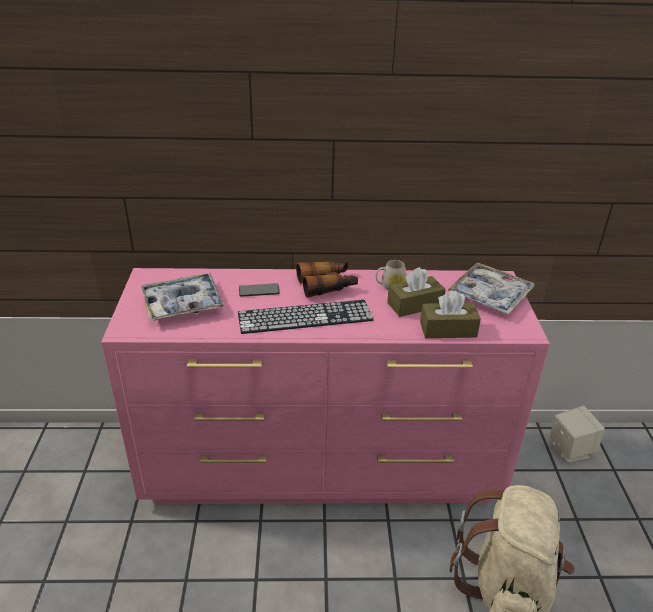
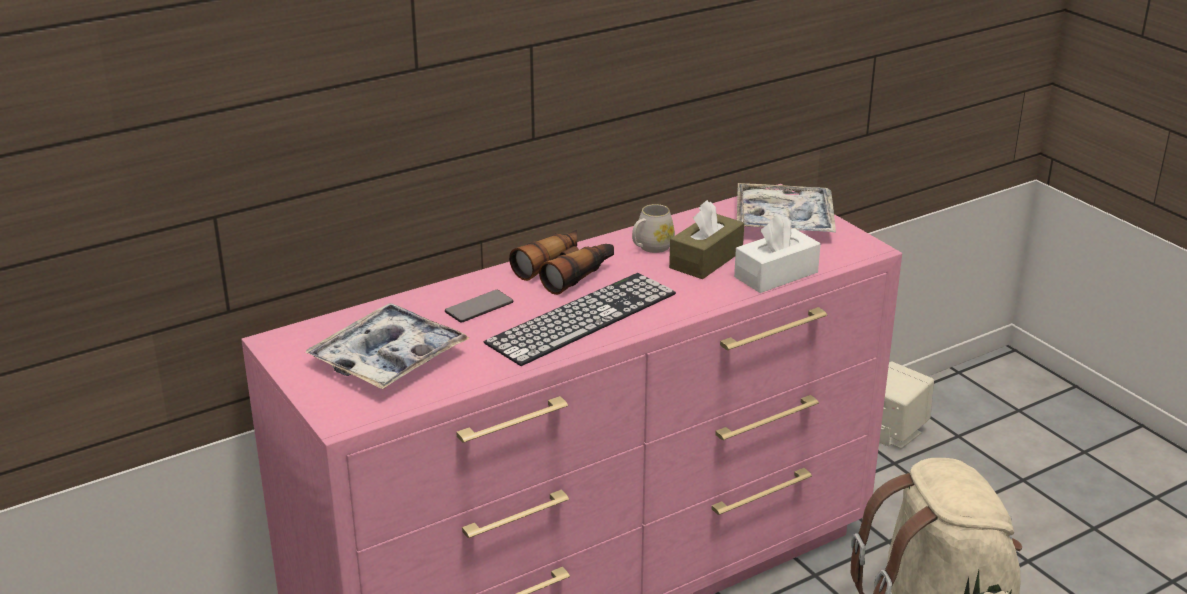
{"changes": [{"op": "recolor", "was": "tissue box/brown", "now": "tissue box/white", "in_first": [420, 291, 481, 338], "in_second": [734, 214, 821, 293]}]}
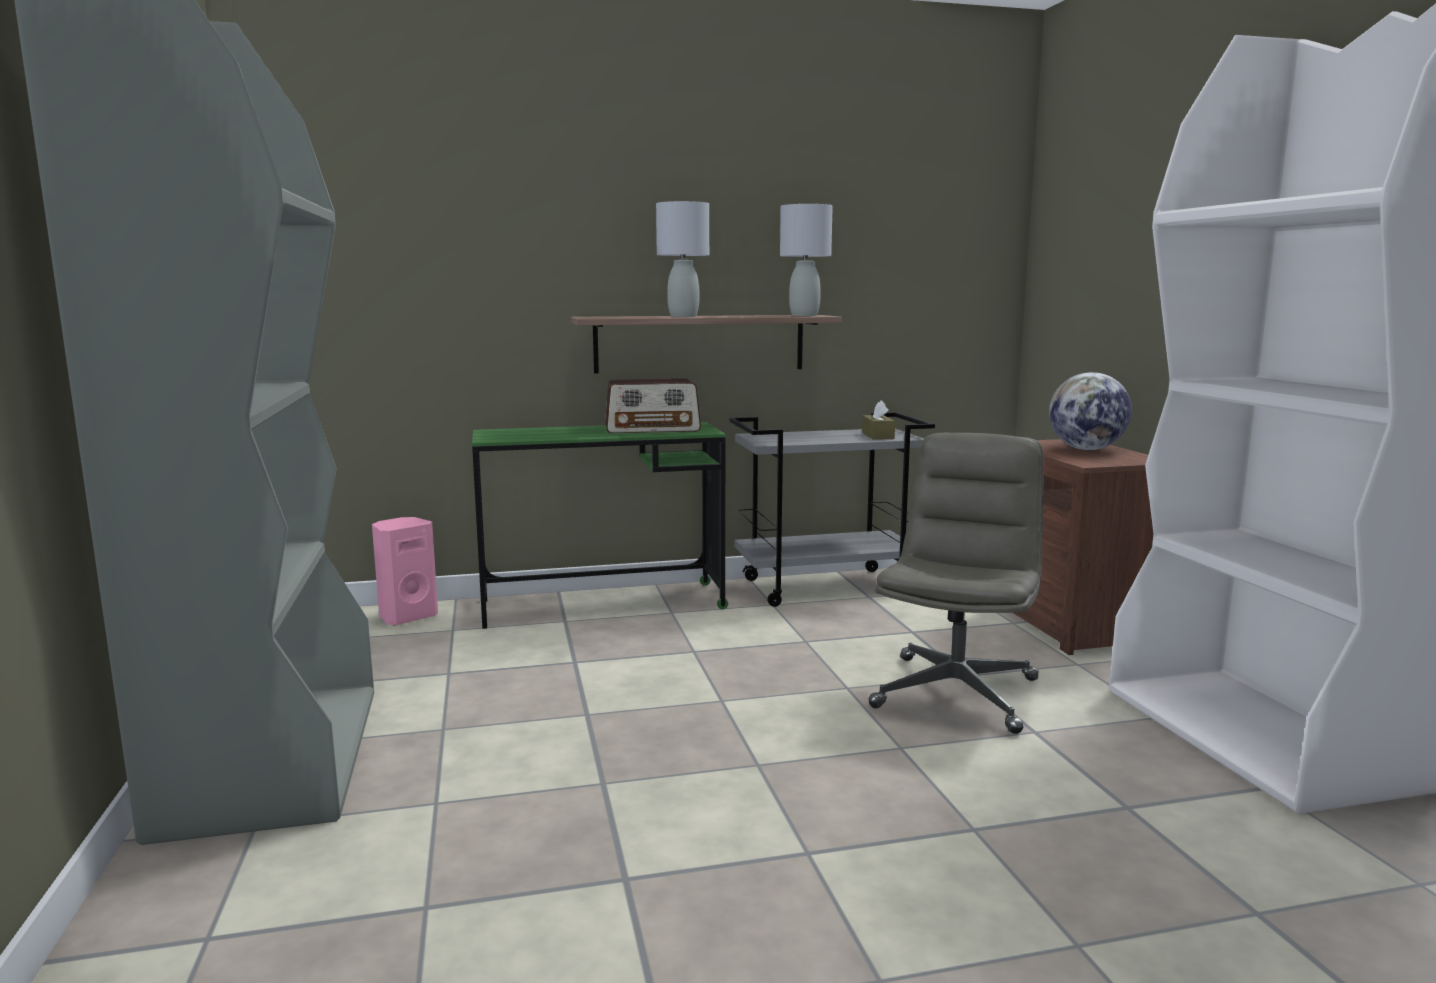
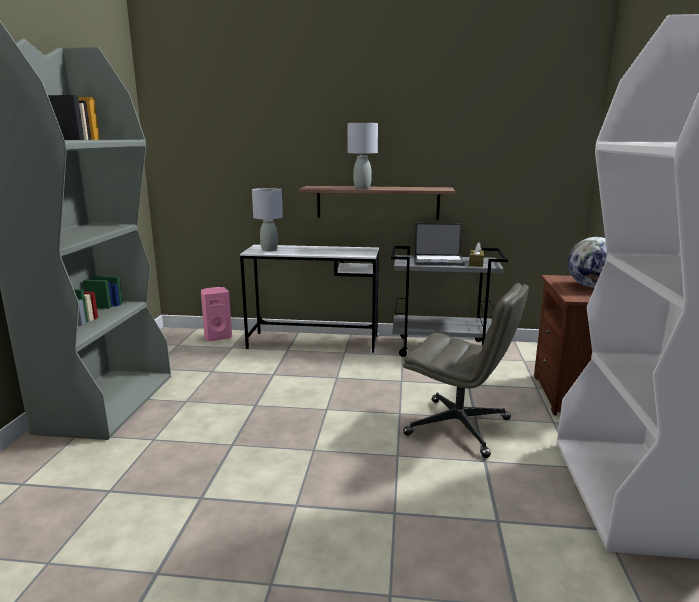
{"changes": [{"op": "recolor", "was": "desk/green", "now": "desk/white", "in_first": [472, 422, 728, 629], "in_second": [240, 245, 379, 355]}, {"op": "delete", "was": "radio", "in_first": [605, 378, 701, 433]}, {"op": "move", "was": "table lamp/grey", "in_first": [780, 204, 833, 316], "in_second": [252, 188, 283, 251]}, {"op": "rotate", "was": "office chair/grey", "in_first": [868, 433, 1044, 734], "in_second": [403, 283, 529, 458], "clockwise": 75}, {"op": "insert", "now": "laptop", "in_second": [414, 223, 465, 266]}]}
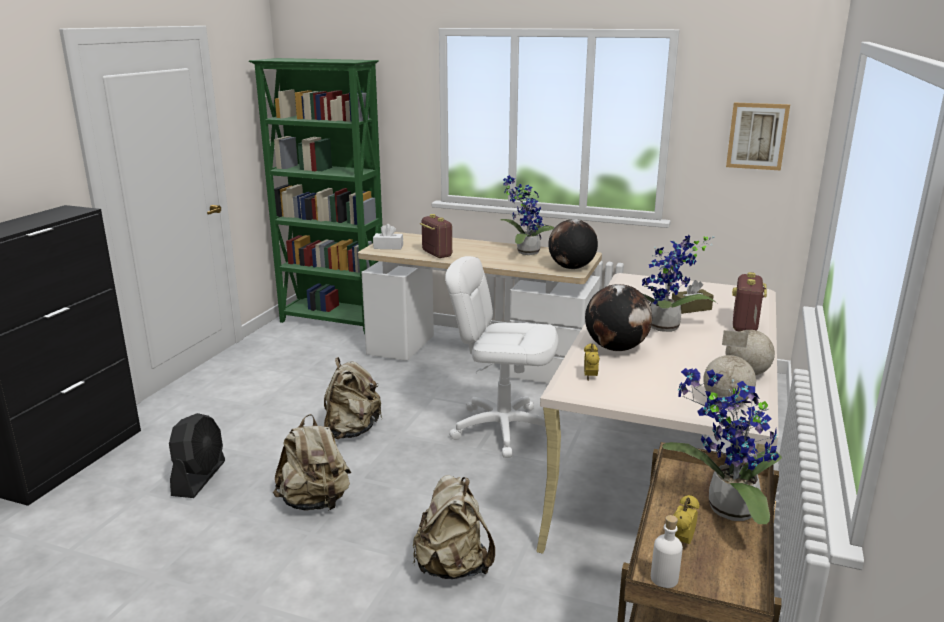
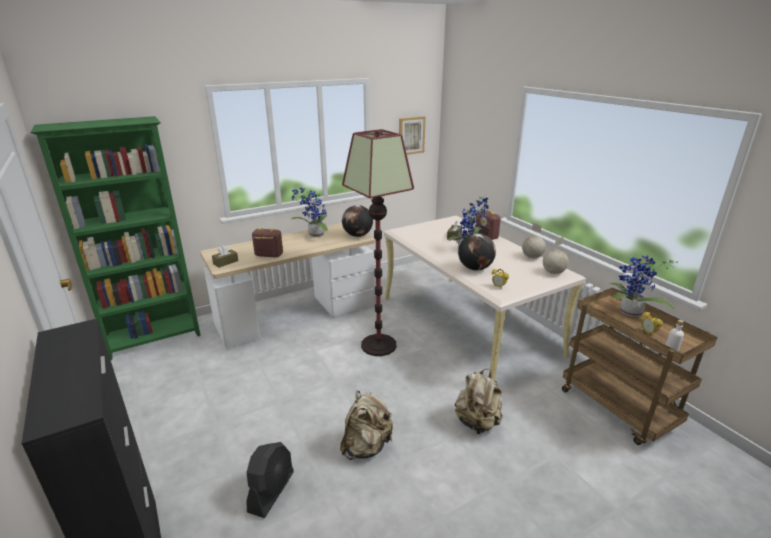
{"changes": [{"op": "rotate", "was": "fan/black", "in_first": [169, 413, 225, 498], "in_second": [246, 442, 294, 518], "clockwise": 60}, {"op": "delete", "was": "backpack/beige", "in_first": [324, 357, 383, 439]}, {"op": "recolor", "was": "tissue box/white", "now": "tissue box/brown", "in_first": [373, 224, 403, 250], "in_second": [212, 245, 238, 268]}, {"op": "replace", "was": "office chair/white", "now": "floor lamp", "in_first": [445, 256, 559, 458], "in_second": [342, 129, 414, 356]}]}
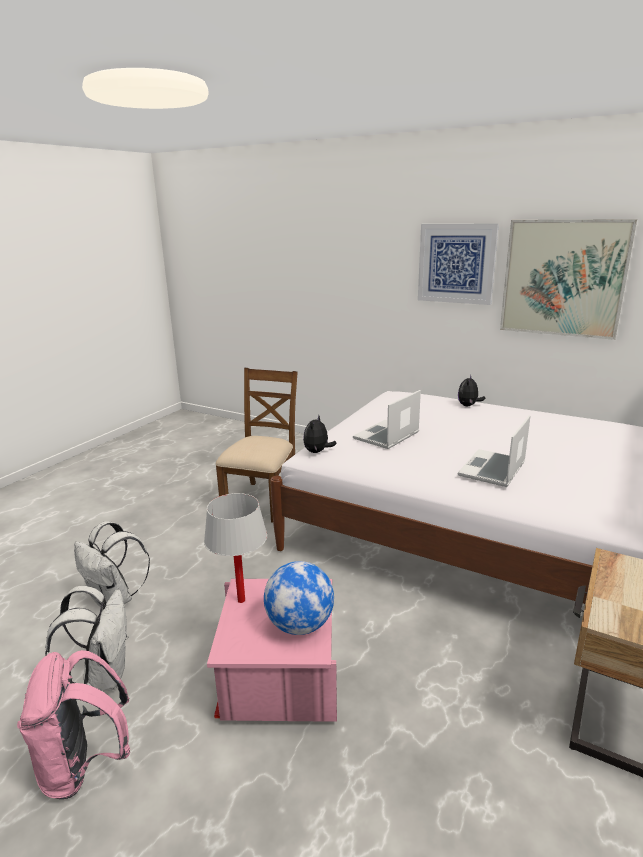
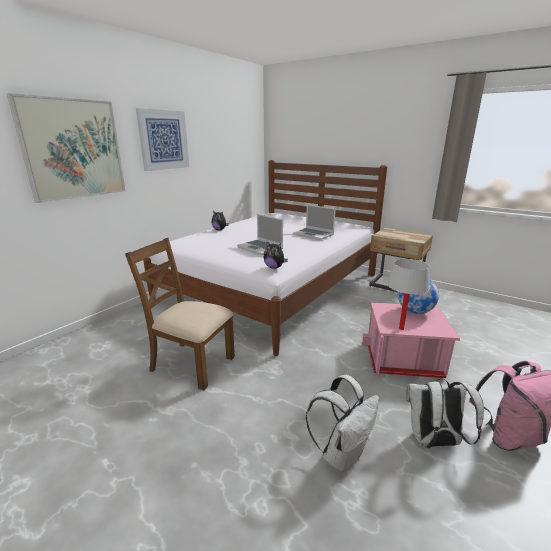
{"changes": [{"op": "move", "was": "picture", "in_first": [500, 219, 637, 340], "in_second": [7, 93, 126, 203]}]}
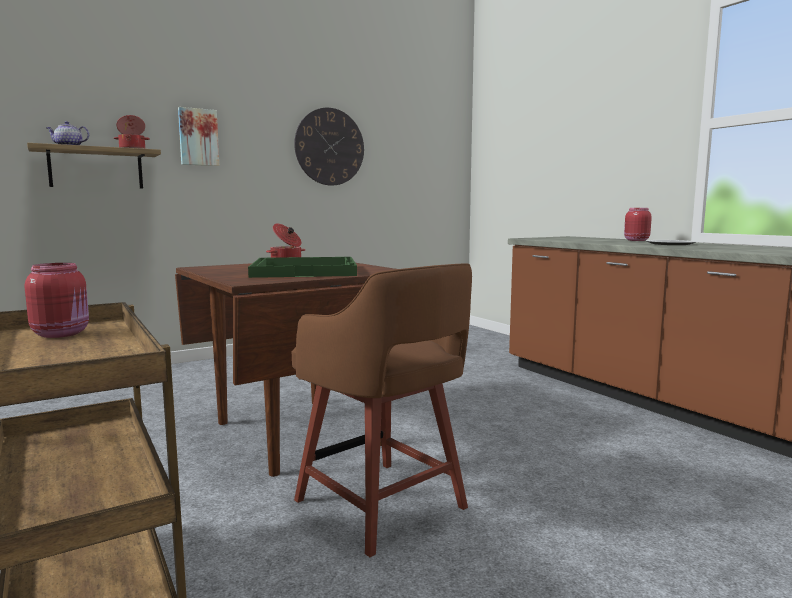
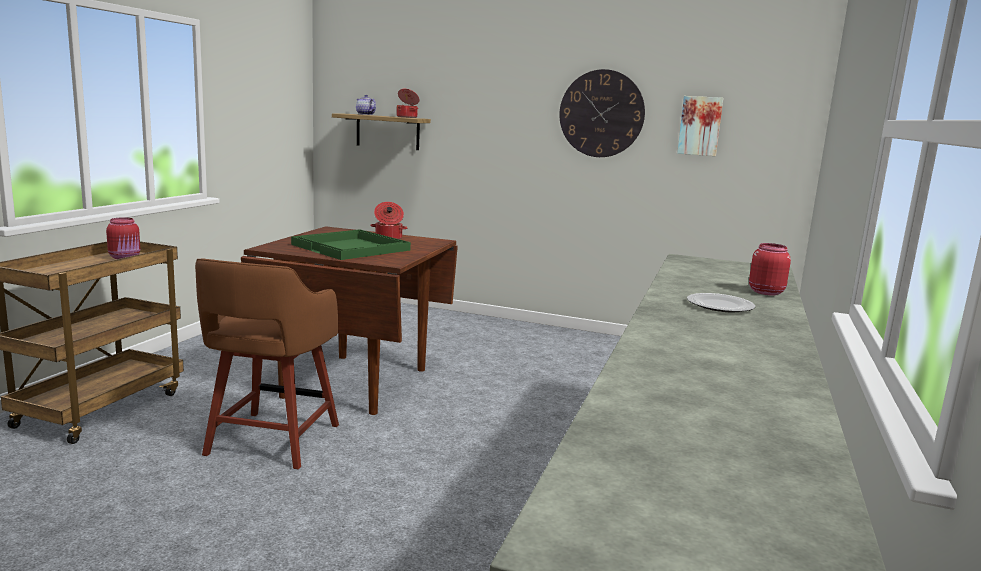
{"changes": [{"op": "move", "was": "picture", "in_first": [178, 107, 219, 166], "in_second": [677, 96, 723, 156]}]}
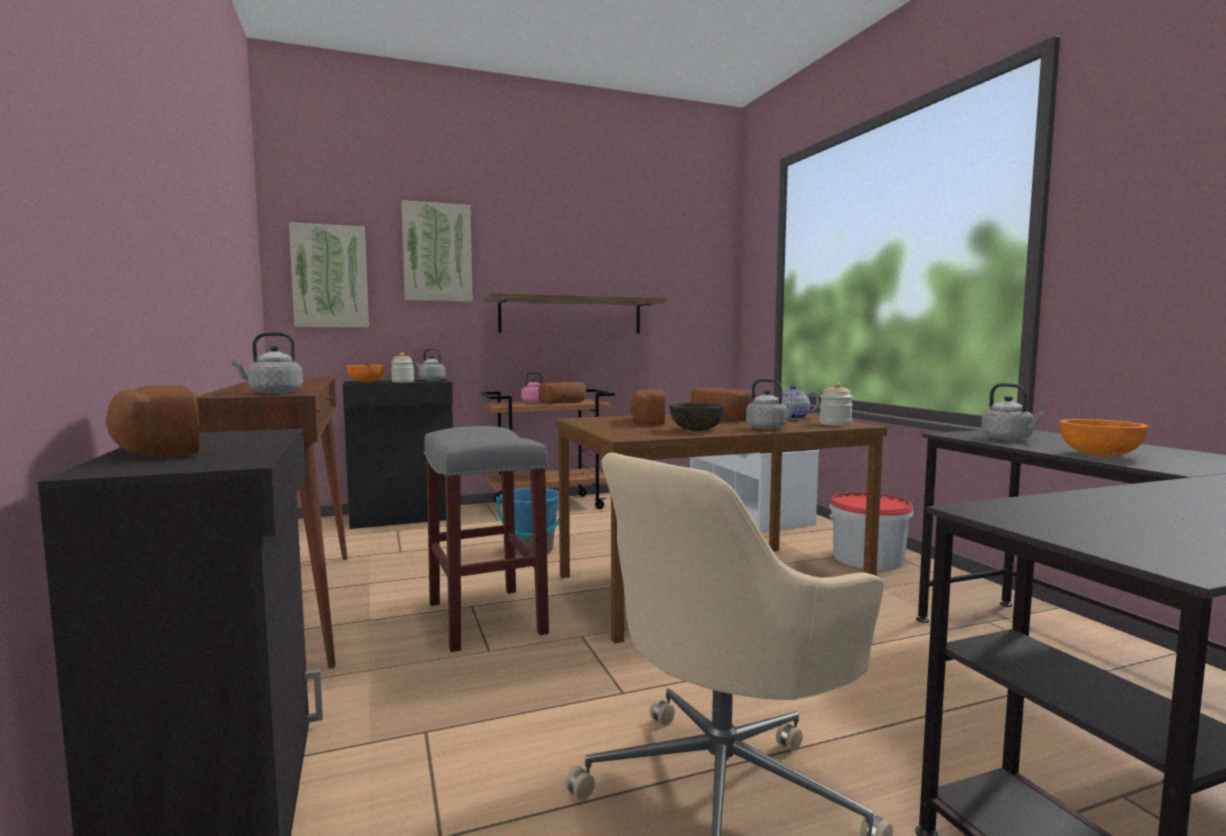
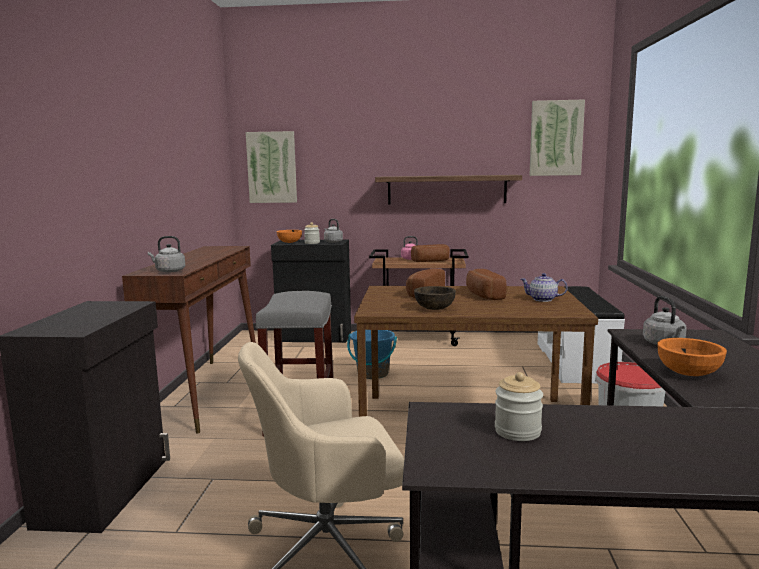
{"changes": [{"op": "delete", "was": "bread", "in_first": [106, 385, 200, 457]}, {"op": "move", "was": "picture", "in_first": [401, 200, 473, 302], "in_second": [529, 99, 585, 176]}, {"op": "delete", "was": "kettle/grey", "in_first": [746, 379, 798, 430]}, {"op": "move", "was": "jar", "in_first": [819, 382, 853, 426], "in_second": [495, 372, 543, 441]}]}
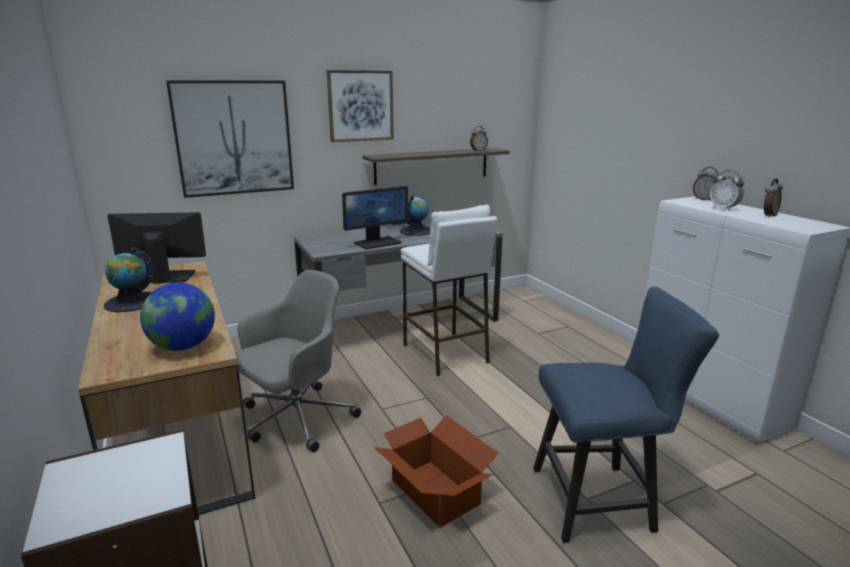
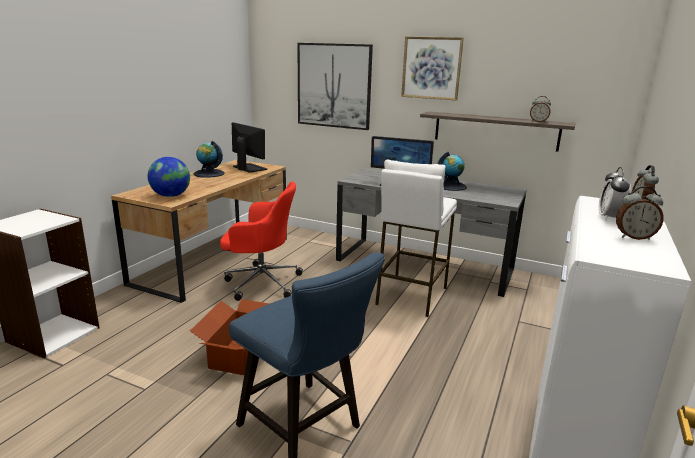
{"changes": [{"op": "recolor", "was": "office chair/grey", "now": "office chair/red", "in_first": [235, 270, 361, 452], "in_second": [220, 181, 303, 301]}]}
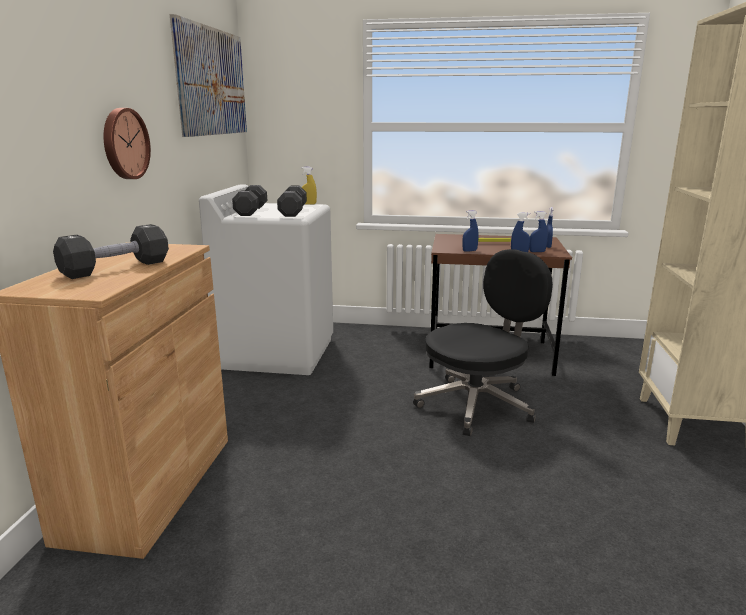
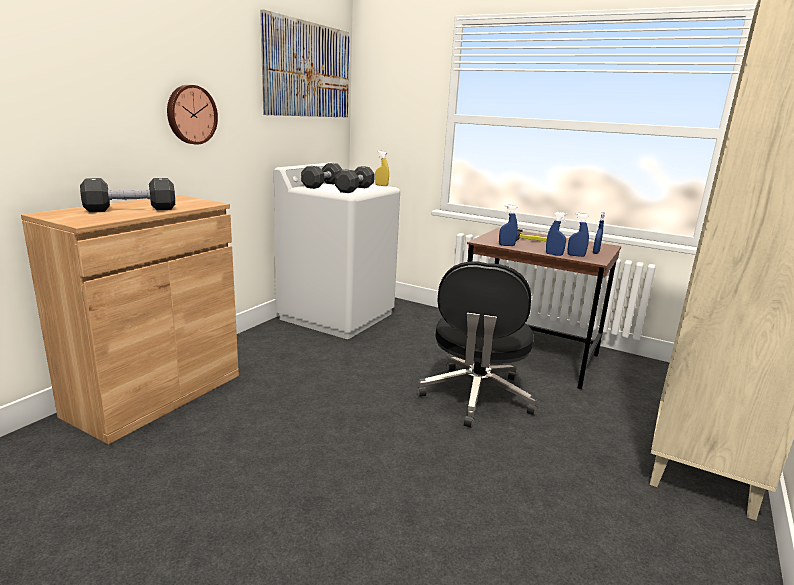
{"changes": [{"op": "rotate", "was": "office chair/black", "in_first": [413, 249, 553, 436], "in_second": [417, 262, 537, 428], "clockwise": 120}]}
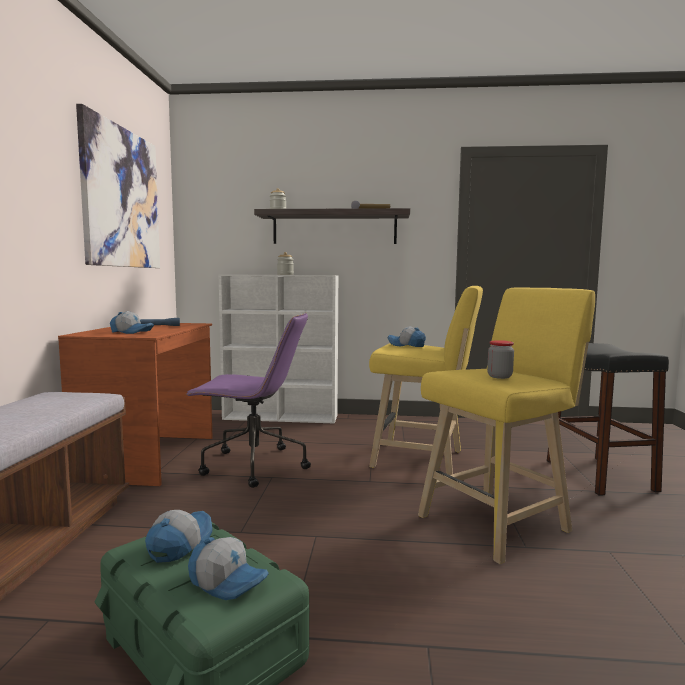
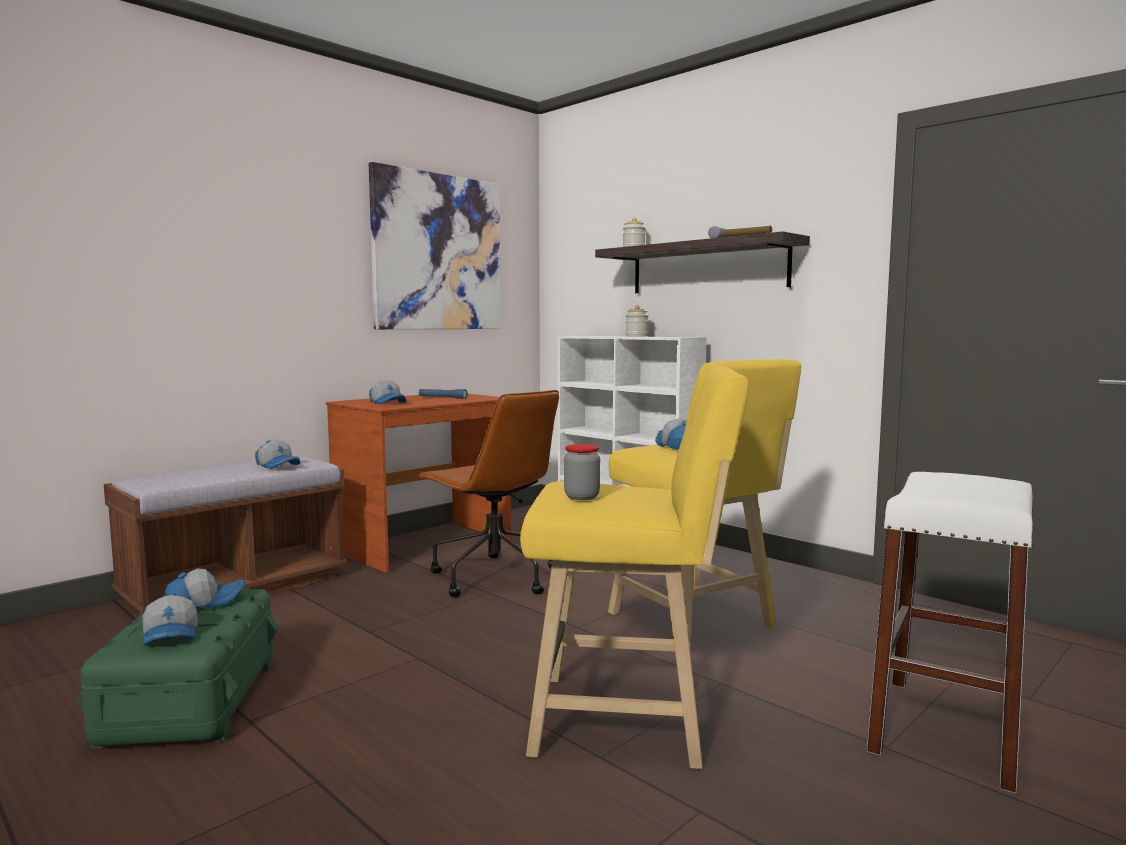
{"changes": [{"op": "recolor", "was": "office chair/purple", "now": "office chair/brown", "in_first": [185, 313, 311, 488], "in_second": [417, 390, 559, 597]}, {"op": "recolor", "was": "stool/black", "now": "stool/white", "in_first": [547, 343, 669, 496], "in_second": [867, 472, 1033, 793]}, {"op": "insert", "now": "cap", "in_second": [255, 440, 300, 469]}]}
